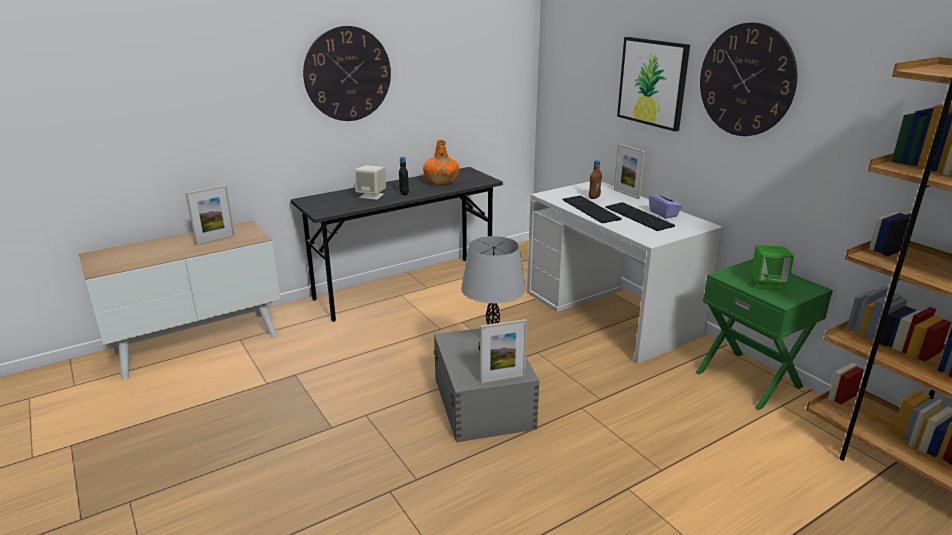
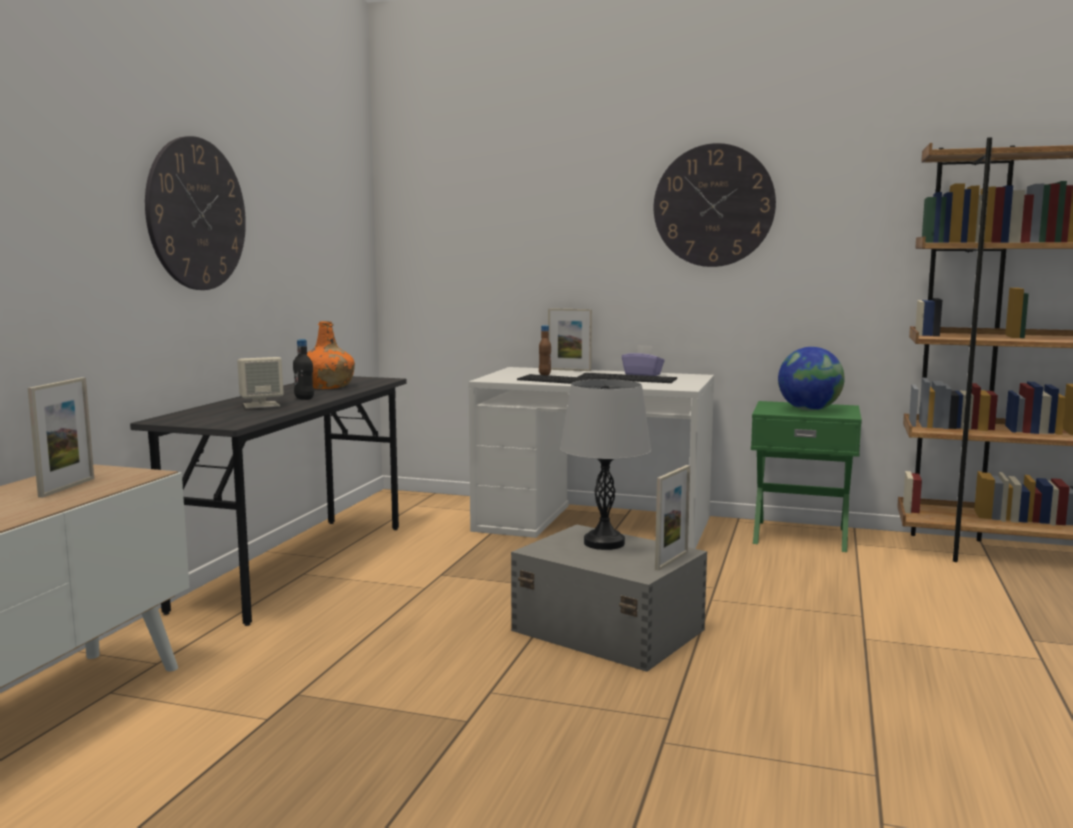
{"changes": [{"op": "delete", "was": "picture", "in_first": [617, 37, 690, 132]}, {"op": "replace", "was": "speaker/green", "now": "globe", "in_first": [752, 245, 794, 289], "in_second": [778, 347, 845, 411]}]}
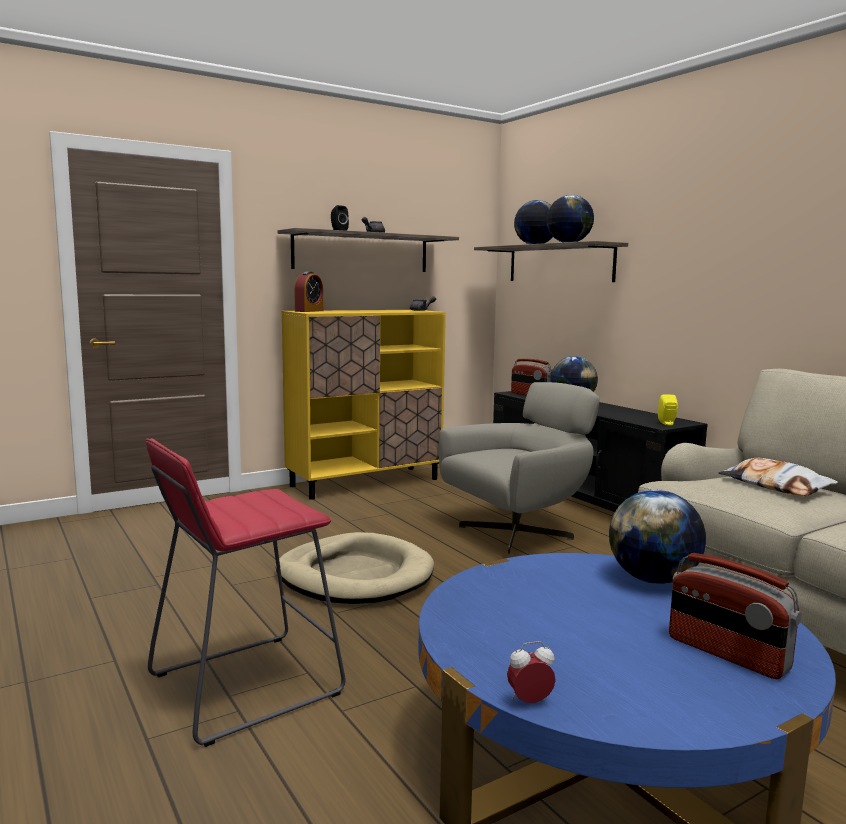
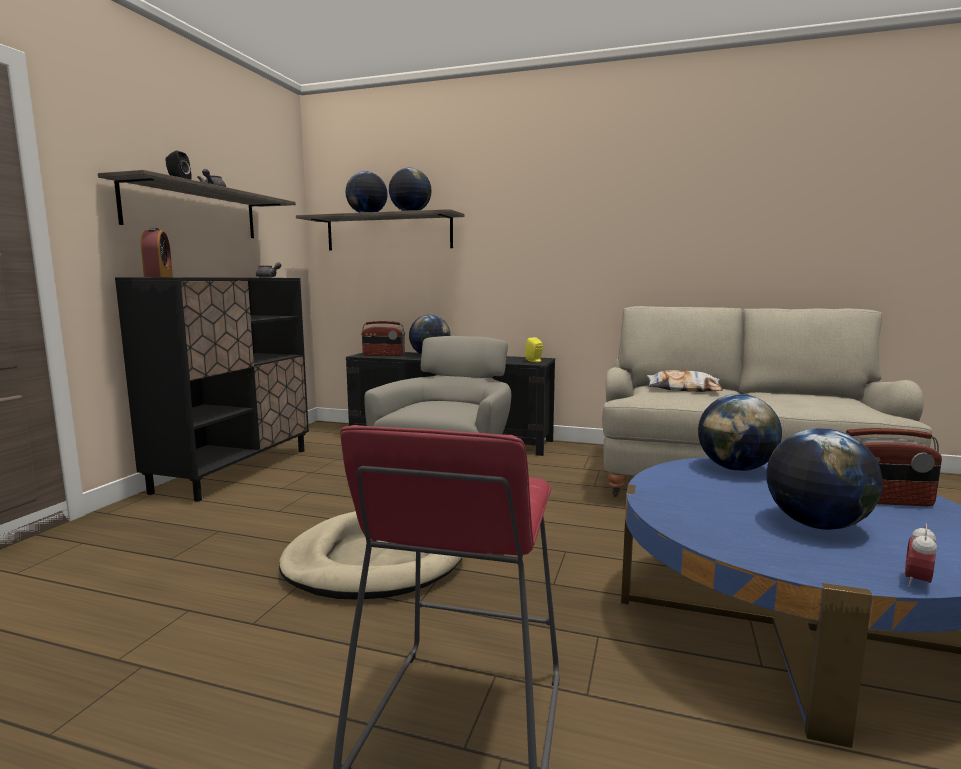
{"changes": [{"op": "recolor", "was": "cabinet/yellow", "now": "cabinet/black", "in_first": [282, 310, 446, 500], "in_second": [115, 277, 309, 502]}, {"op": "insert", "now": "globe", "in_second": [766, 428, 883, 530]}]}
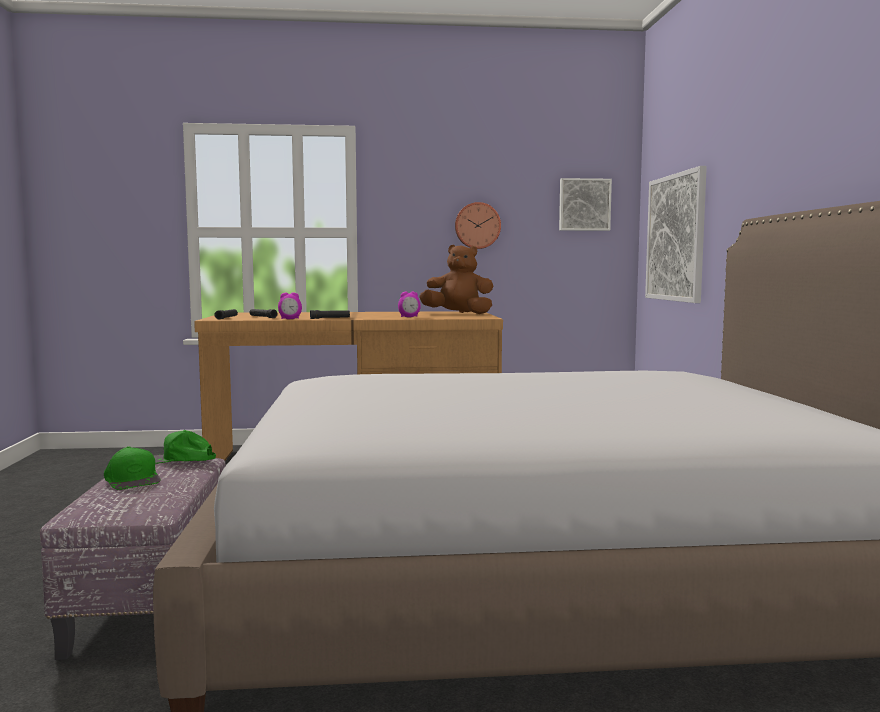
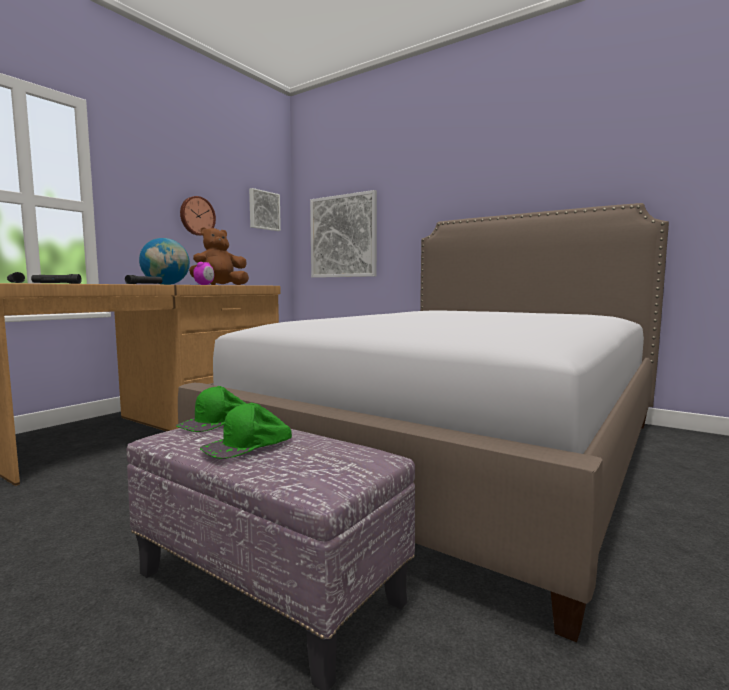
{"changes": [{"op": "rotate", "was": "cap/green", "in_first": [104, 446, 161, 490], "in_second": [200, 403, 292, 459], "clockwise": 135}, {"op": "delete", "was": "alarm clock", "in_first": [278, 292, 302, 319]}, {"op": "insert", "now": "globe", "in_second": [139, 238, 190, 285]}]}
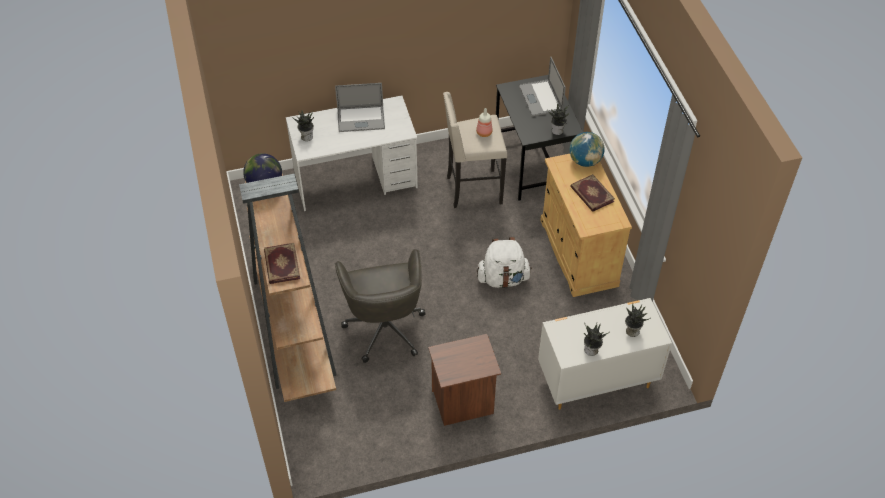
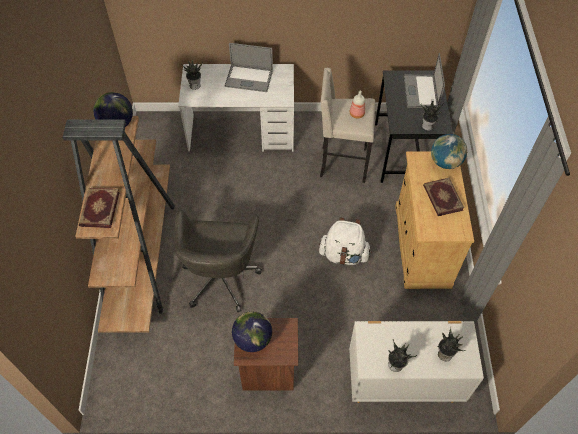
{"changes": [{"op": "insert", "now": "globe", "in_second": [232, 311, 272, 352]}]}
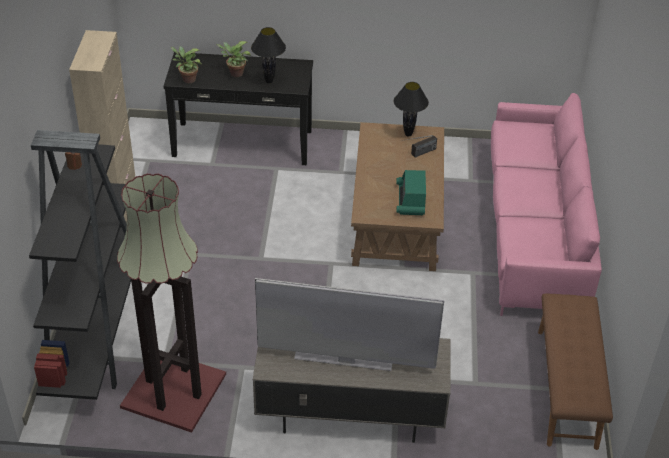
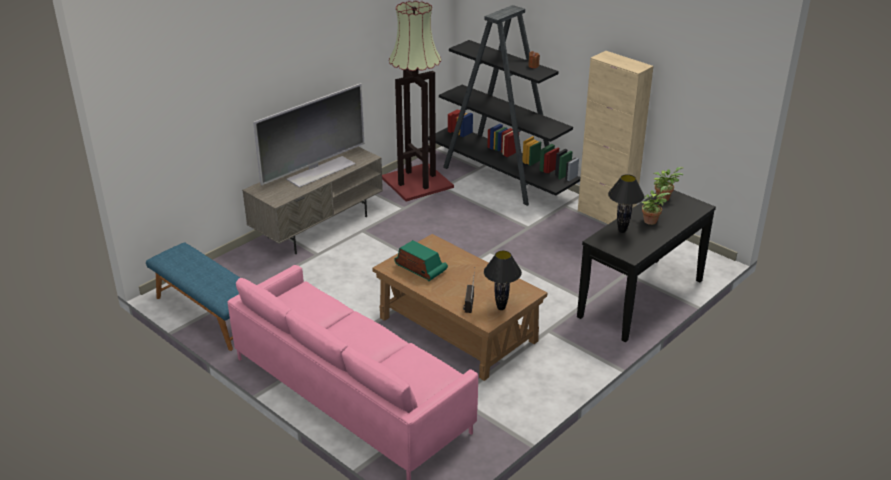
{"changes": [{"op": "recolor", "was": "bench/brown", "now": "bench/blue", "in_first": [538, 293, 613, 450], "in_second": [146, 243, 240, 351]}]}
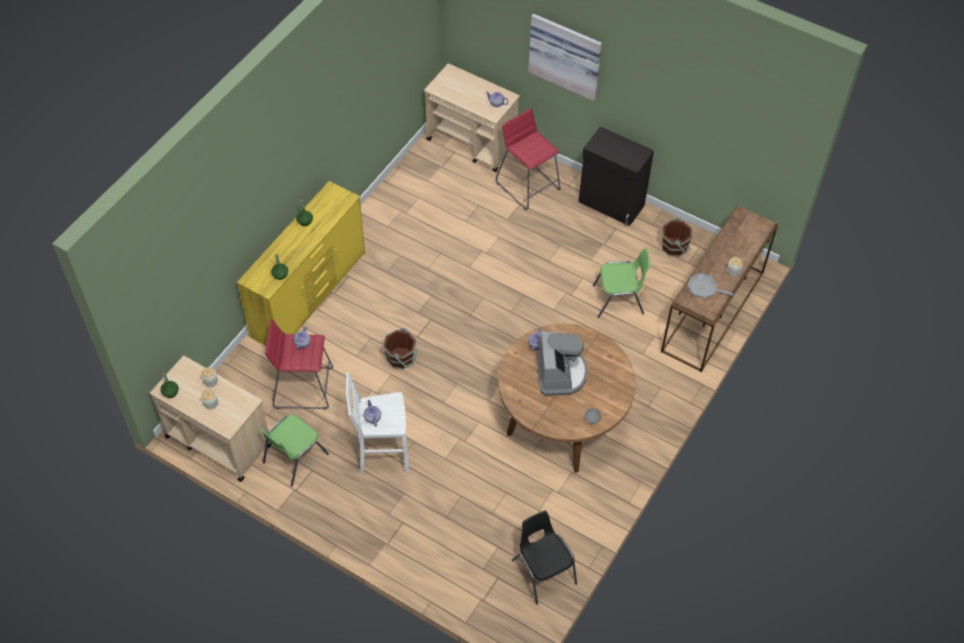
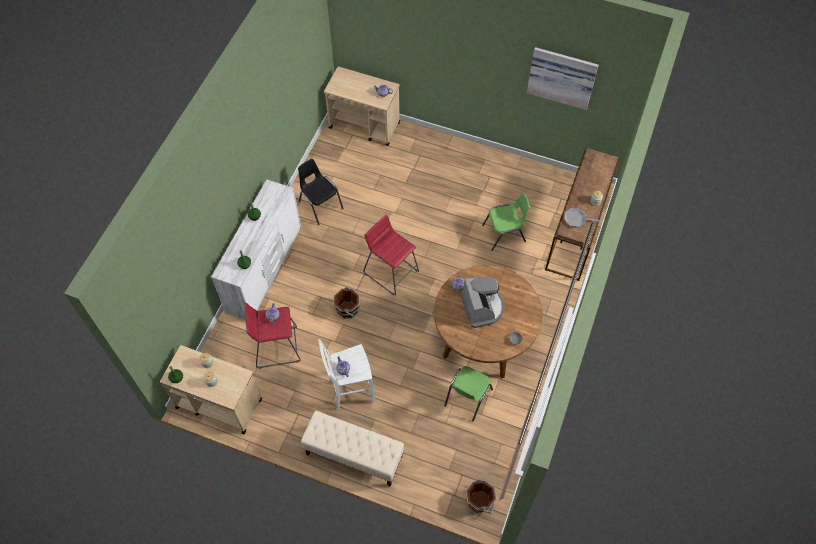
{"changes": [{"op": "recolor", "was": "dresser/yellow", "now": "dresser/white", "in_first": [237, 181, 365, 346], "in_second": [211, 179, 302, 320]}, {"op": "move", "was": "chair/green", "in_first": [260, 415, 329, 487], "in_second": [444, 366, 493, 422]}, {"op": "move", "was": "stool/red", "in_first": [496, 108, 561, 210], "in_second": [363, 214, 419, 295]}, {"op": "move", "was": "chair/black", "in_first": [512, 511, 577, 605], "in_second": [298, 159, 344, 225]}, {"op": "move", "was": "picture", "in_first": [528, 14, 602, 101], "in_second": [527, 47, 599, 110]}, {"op": "delete", "was": "cabinet/black", "in_first": [578, 126, 654, 226]}, {"op": "move", "was": "bucket/brown", "in_first": [662, 217, 693, 257], "in_second": [466, 478, 496, 514]}, {"op": "insert", "now": "bench/beige", "in_second": [301, 411, 404, 487]}]}
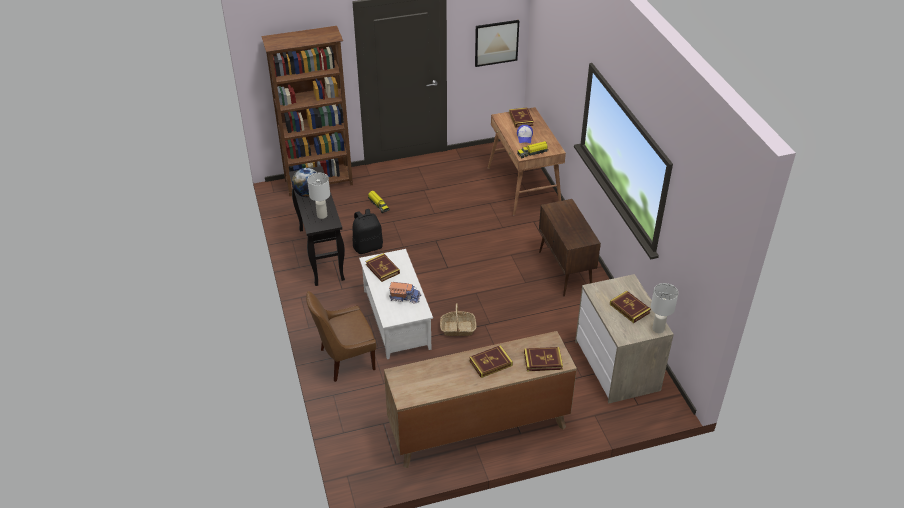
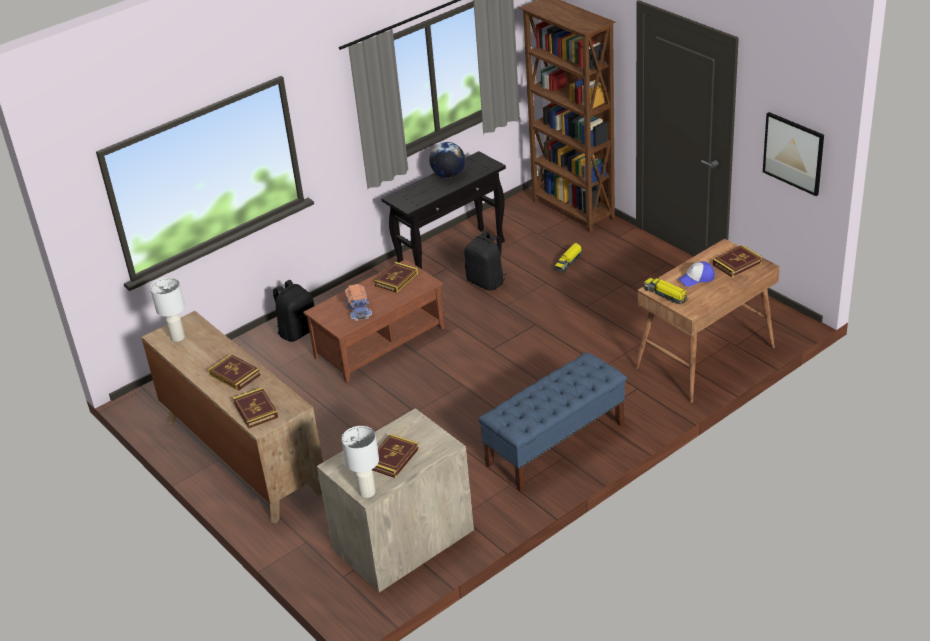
{"changes": [{"op": "replace", "was": "chair/brown", "now": "backpack/black", "in_first": [306, 291, 376, 382], "in_second": [273, 280, 314, 342]}, {"op": "move", "was": "table lamp/white", "in_first": [307, 173, 330, 219], "in_second": [150, 277, 185, 342]}, {"op": "recolor", "was": "coffee table/white", "now": "coffee table/brown", "in_first": [359, 249, 433, 359], "in_second": [303, 259, 445, 383]}, {"op": "delete", "was": "basket", "in_first": [440, 303, 476, 336]}, {"op": "replace", "was": "cabinet/brown", "now": "bench/blue", "in_first": [539, 199, 601, 296], "in_second": [479, 352, 627, 492]}]}
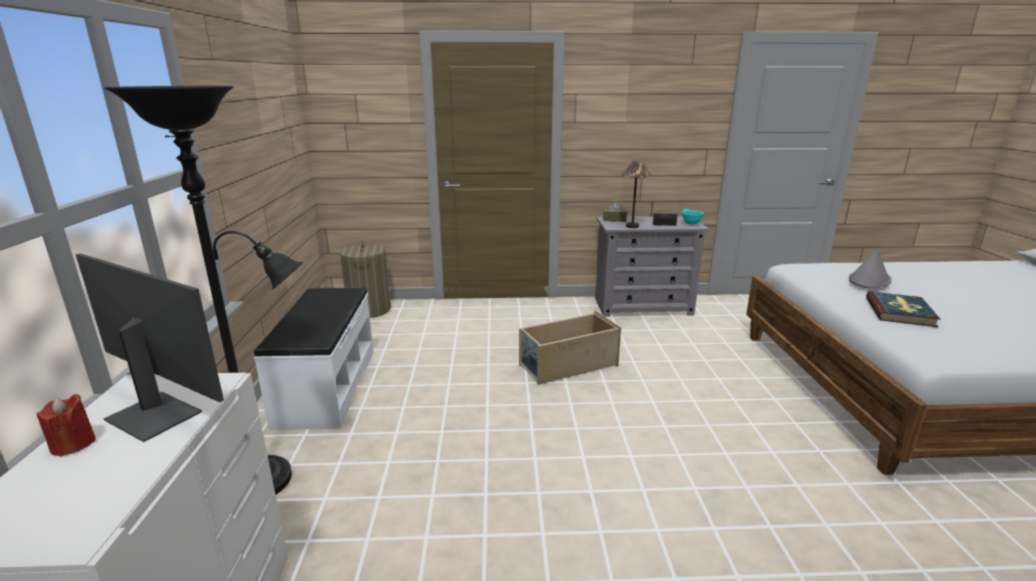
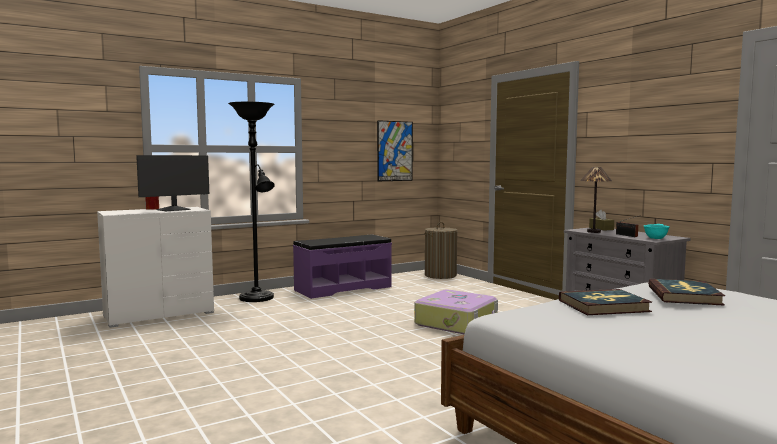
{"changes": [{"op": "rotate", "was": "monitor", "in_first": [75, 253, 224, 442], "in_second": [136, 155, 209, 211], "clockwise": 45}, {"op": "recolor", "was": "bench/white", "now": "bench/purple", "in_first": [254, 288, 374, 430], "in_second": [293, 234, 392, 299]}, {"op": "replace", "was": "storage box/beige", "now": "suitcase", "in_first": [519, 311, 621, 385], "in_second": [414, 290, 498, 335]}, {"op": "replace", "was": "hat/grey", "now": "book", "in_first": [849, 248, 891, 289], "in_second": [648, 279, 725, 306]}, {"op": "insert", "now": "picture", "in_second": [377, 120, 413, 181]}]}
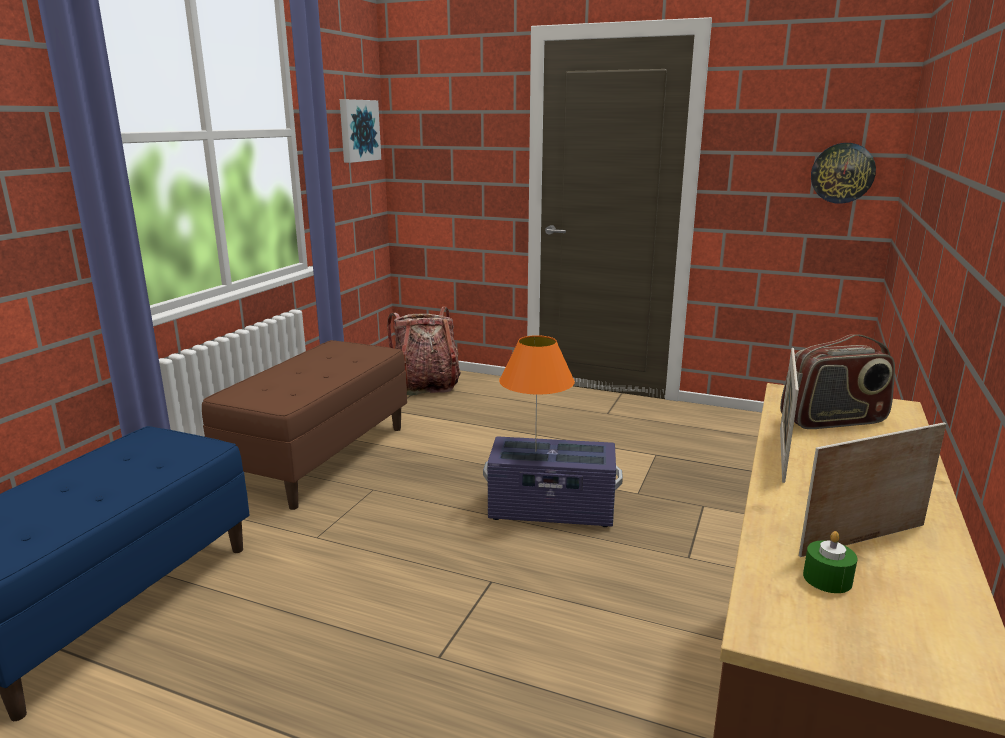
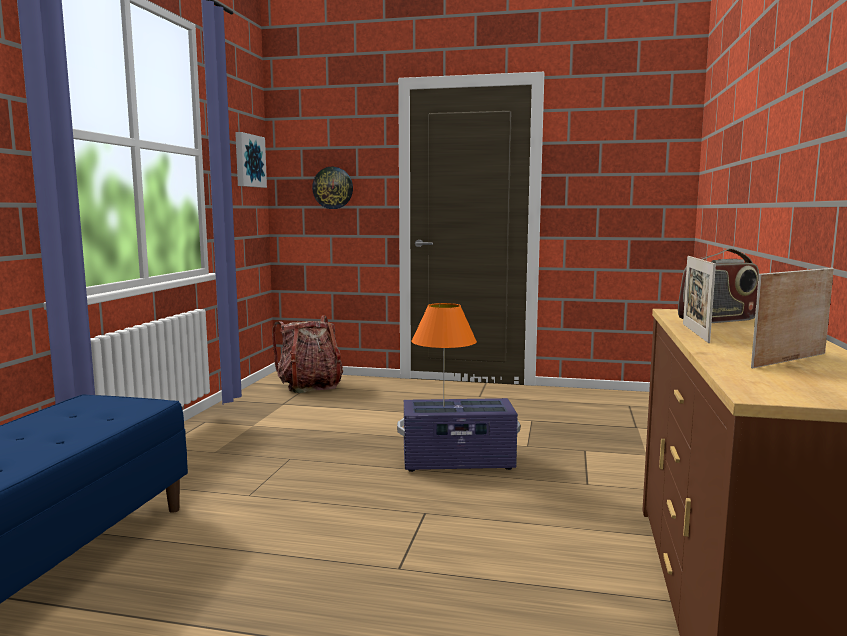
{"changes": [{"op": "delete", "was": "bench/brown", "in_first": [202, 340, 407, 510]}, {"op": "delete", "was": "candle/green", "in_first": [803, 531, 858, 593]}, {"op": "move", "was": "wall clock", "in_first": [811, 143, 876, 204], "in_second": [312, 167, 353, 209]}]}
